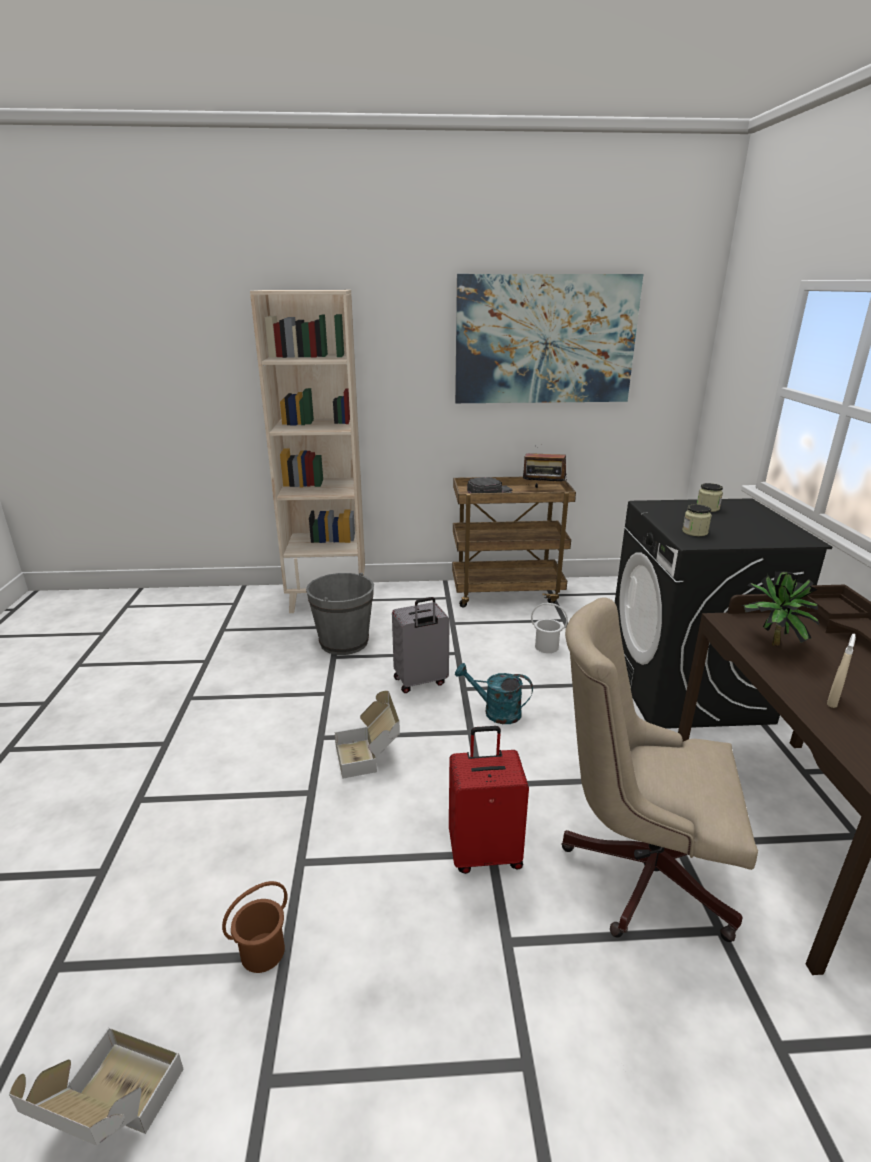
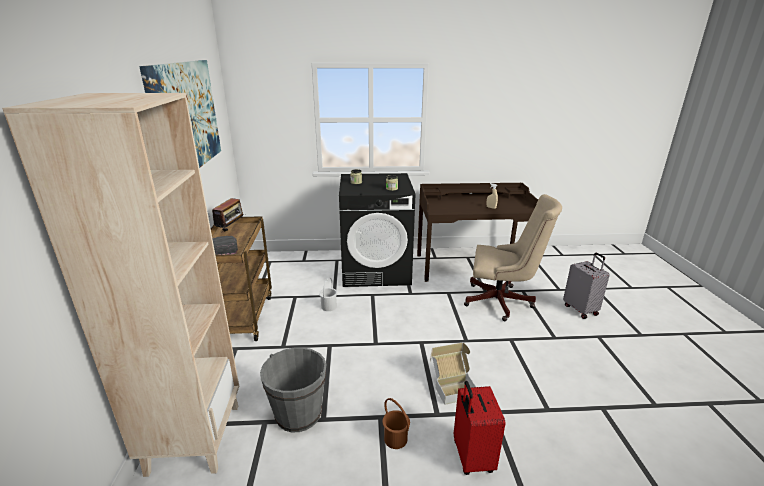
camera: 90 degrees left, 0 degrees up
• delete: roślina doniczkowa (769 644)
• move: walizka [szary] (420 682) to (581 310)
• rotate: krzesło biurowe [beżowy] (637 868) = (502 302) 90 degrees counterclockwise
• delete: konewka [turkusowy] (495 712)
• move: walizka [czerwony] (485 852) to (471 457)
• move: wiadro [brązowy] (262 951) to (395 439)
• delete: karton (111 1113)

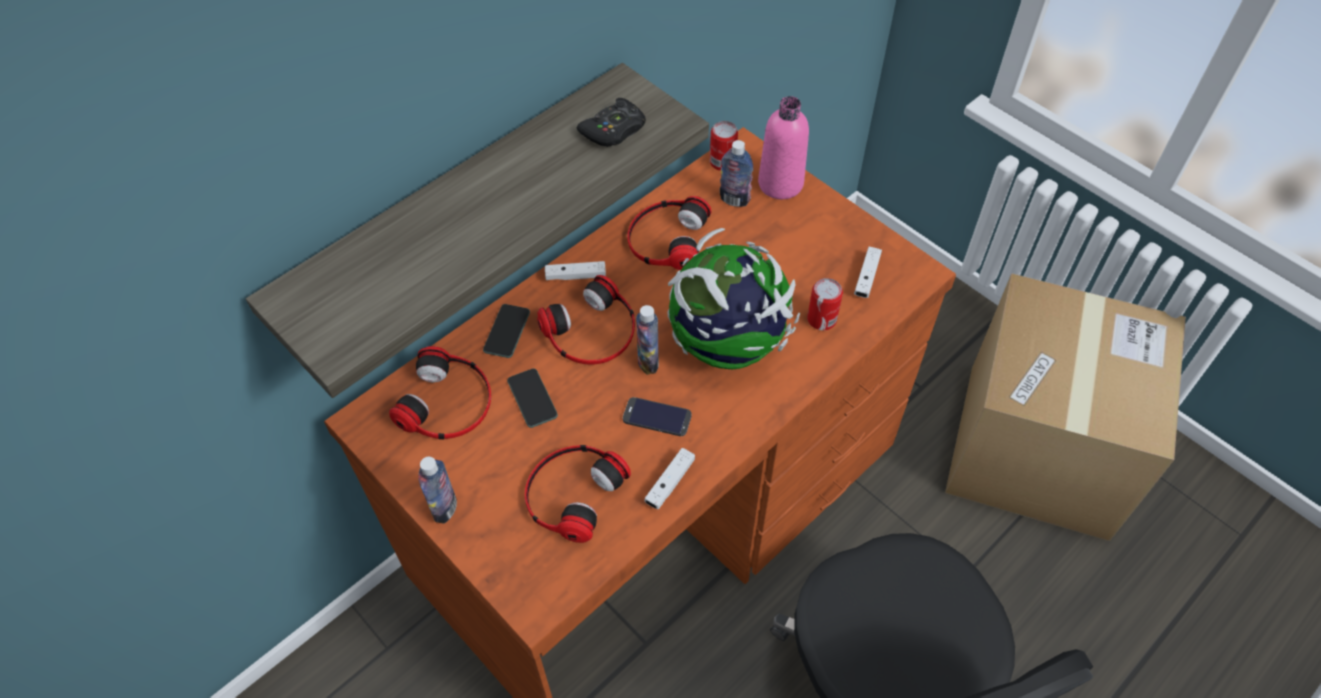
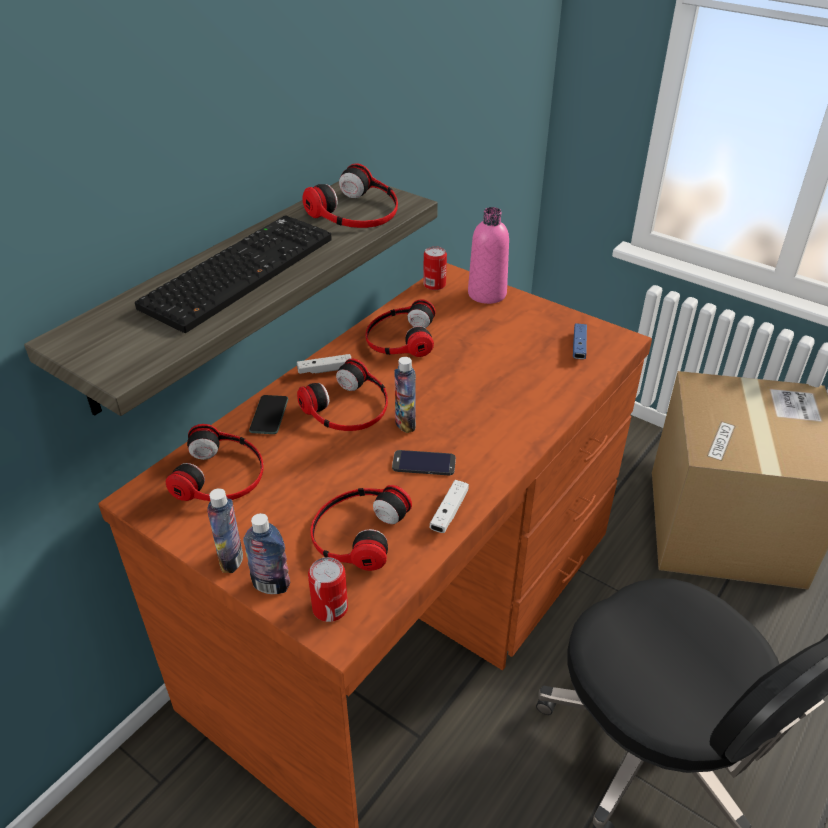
camera: 10 degrees left, 15 degrees down
• replace: pad do gier [czarny] (614 130) to słuchawki (356 211)
• move: butelka (734 200) to (271 585)
• delete: globus (728 344)
• recolor: pad do gier [biały] (866 277) to pad do gier [niebieski] (579 347)
• move: puszka (821 319) to (330 608)
• delete: telefon (532 398)
• insert: klawiatura (239 271)

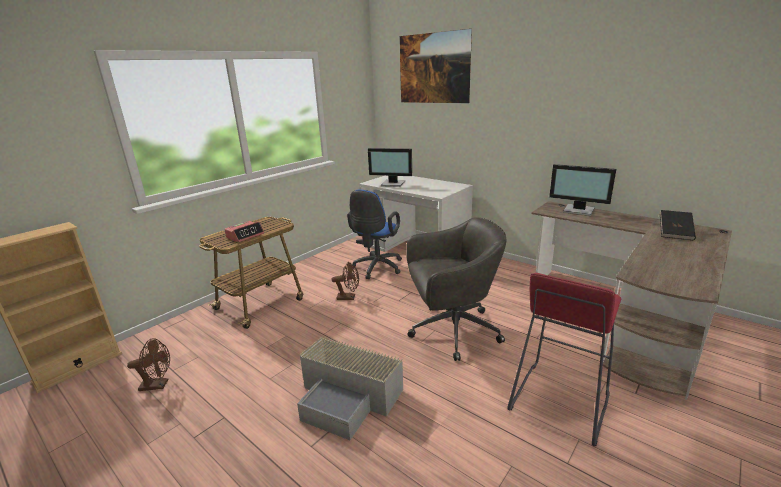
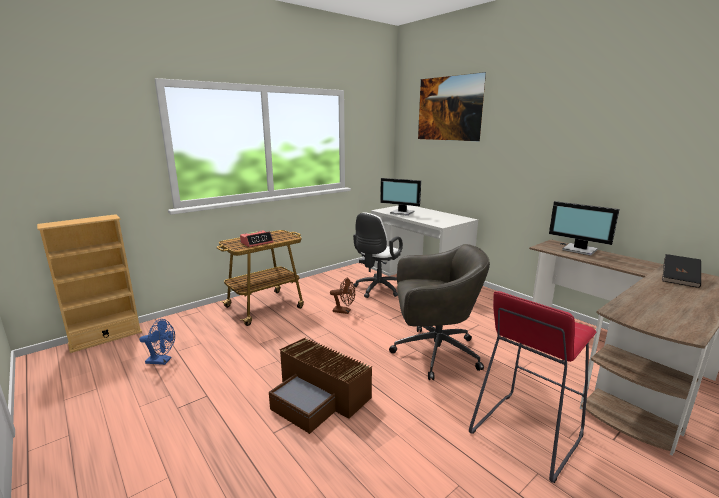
camera: 10 degrees right, 5 degrees down
• recolor: krzesło biurowe [niebieski] (376 268) to krzesło biurowe [biały] (377 289)
• recolor: pojemnik do przechowywania [szary] (349 397) to pojemnik do przechowywania [brązowy] (319 396)
• recolor: wentylator [brązowy] (158 385) to wentylator [niebieski] (162 361)

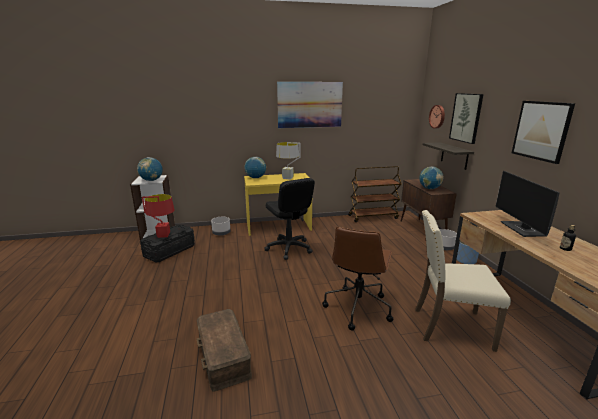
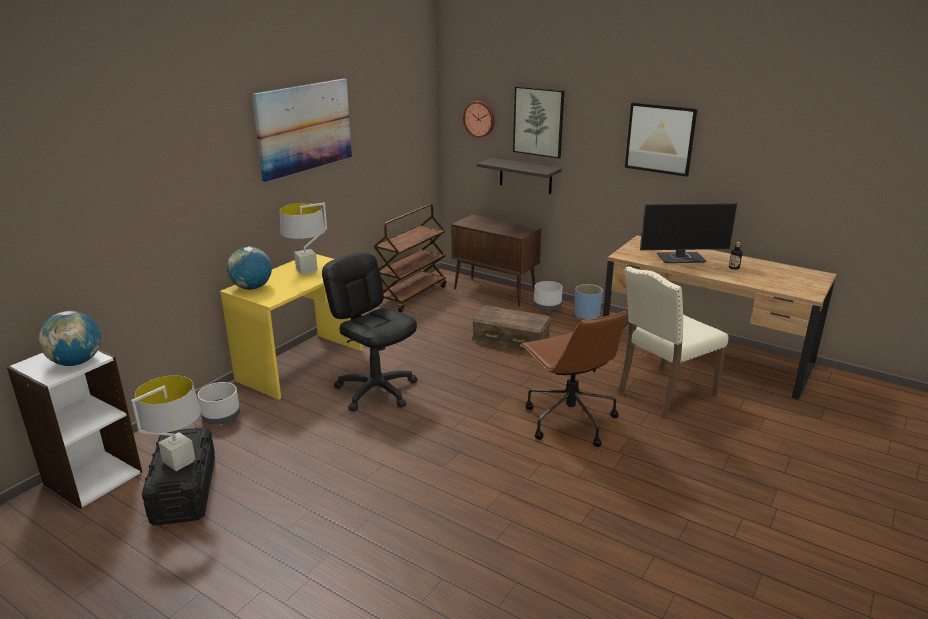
camera: 45 degrees left, 5 degrees up
• delete: globus (429 188)
• rotate: monitor (523 229) = (681 258) 45 degrees counterclockwise
• rotate: krzesło biurowe [czarny] (289 248) = (376 390) 150 degrees counterclockwise
• recolor: lampa stołowa [czerwony] (163 235) to lampa stołowa [szary] (179 462)
• move: pojemnik do przechowywania [brązowy] (224 356) to (511 339)

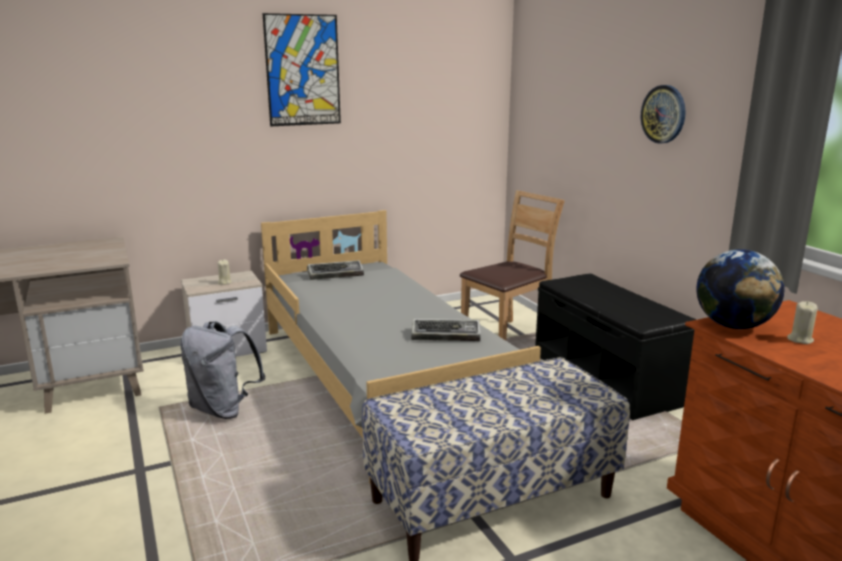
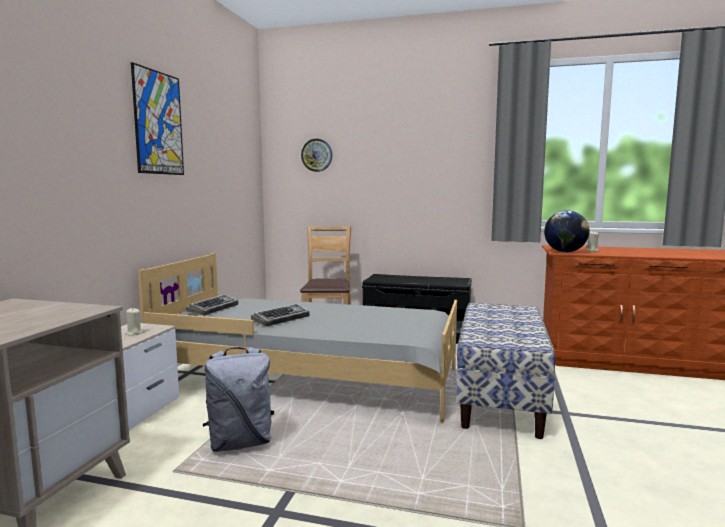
camera: 50 degrees left, 10 degrees down
• move: zegar ścienny (663 114) to (317 155)
• move: klawiatura (446 335) to (281 319)

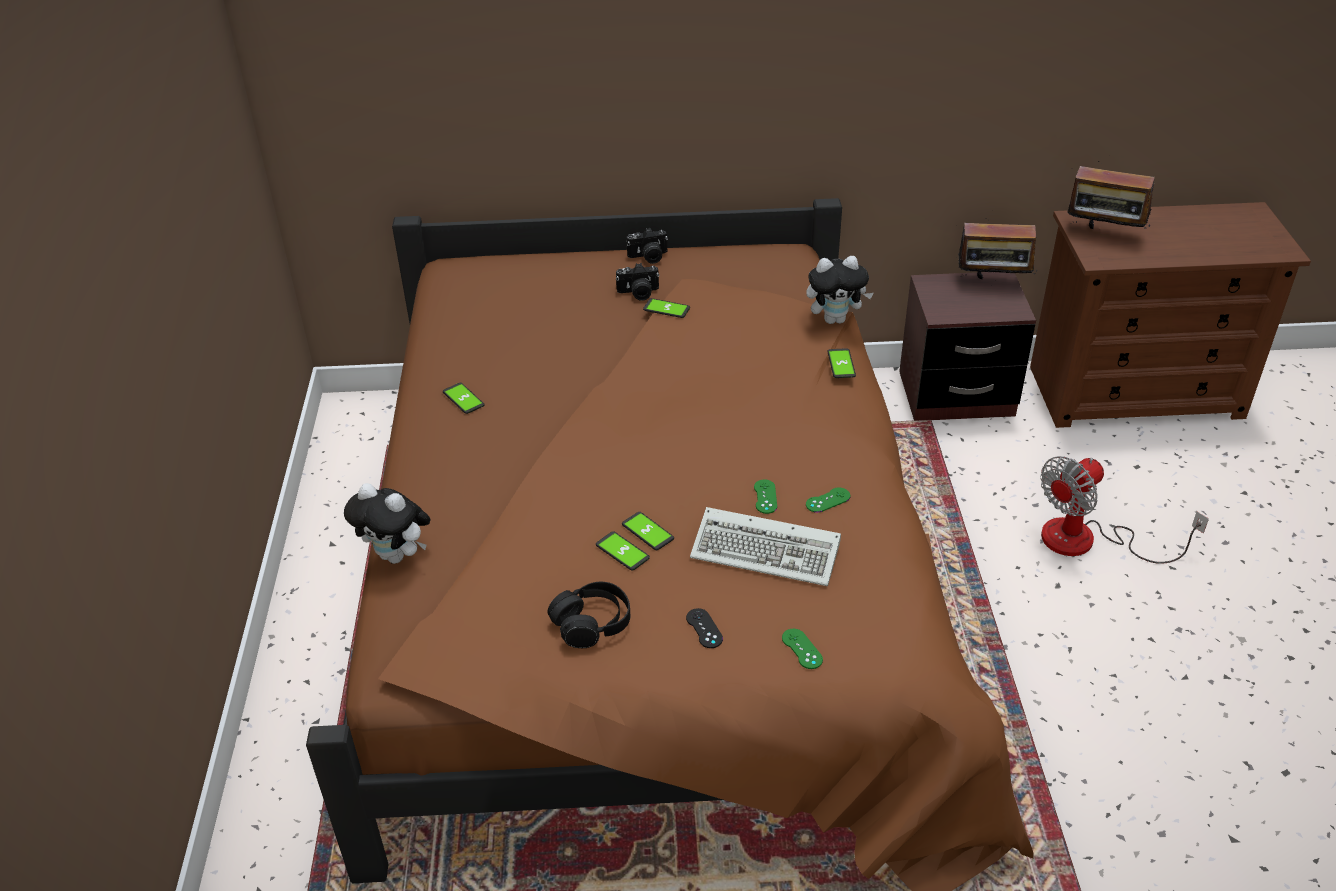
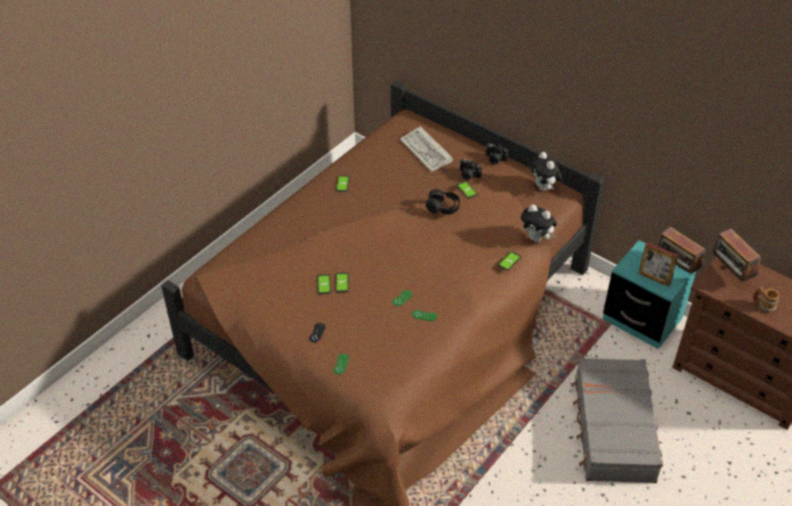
camera: 40 degrees right, 5 degrees up
• recolor: szafka nocna [brązowy] (956 394) to szafka nocna [turkusowy] (641 319)
• replace: wentylator (1087 541) to walizka [szary] (613 428)
• move: pluszak (397 556) to (544 188)
• move: klawiatura (769 551) to (427 152)
• move: słuchawki [czarny] (592 623) to (443 207)
• insert: ramka na zdjęcie (654 278)
• insert: kubek (763 305)

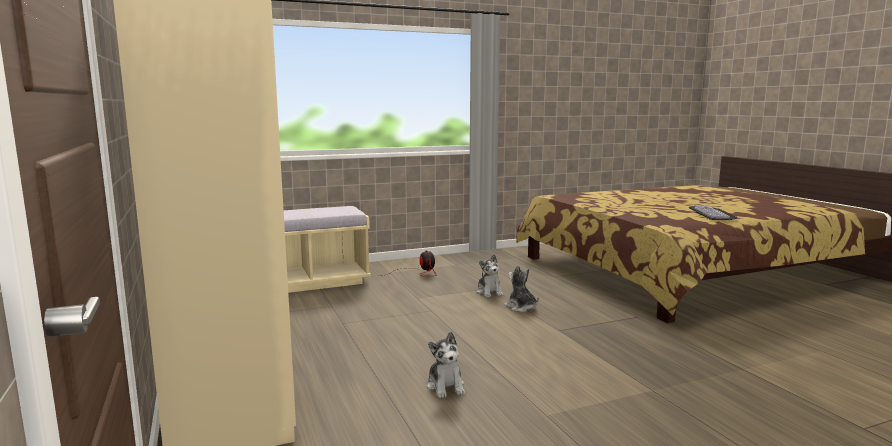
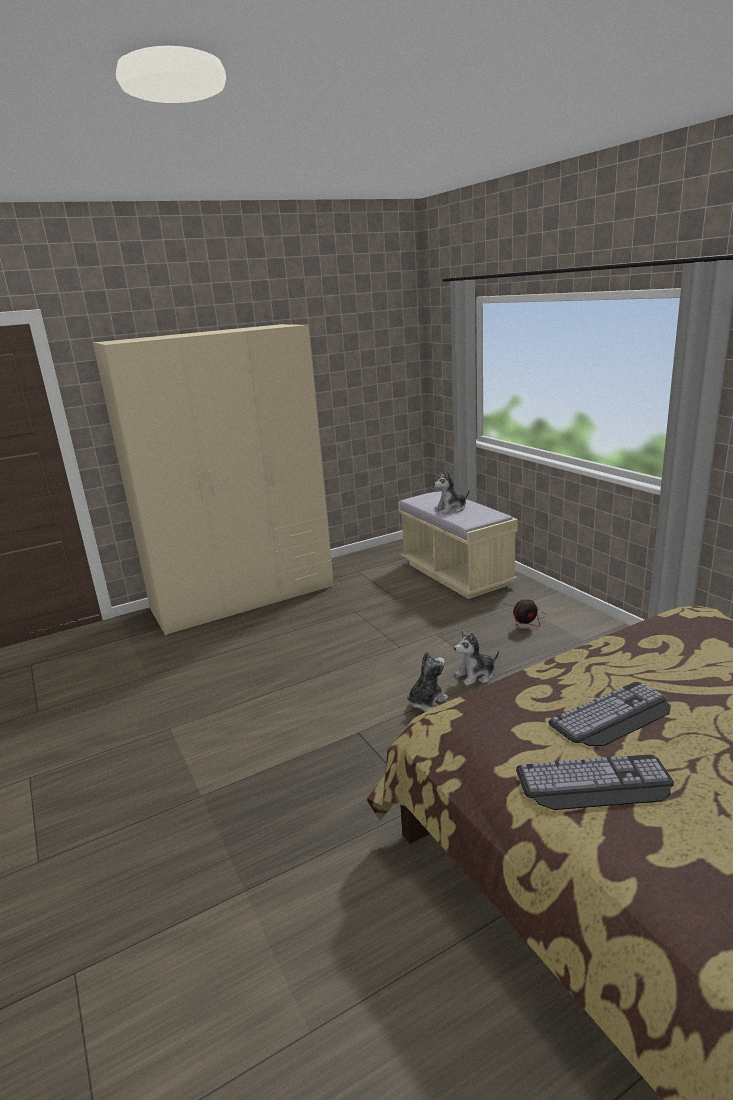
camera: 85 degrees right, 10 degrees up
• move: pluszak (445 386) to (451 509)
• insert: klawiatura (614 716)

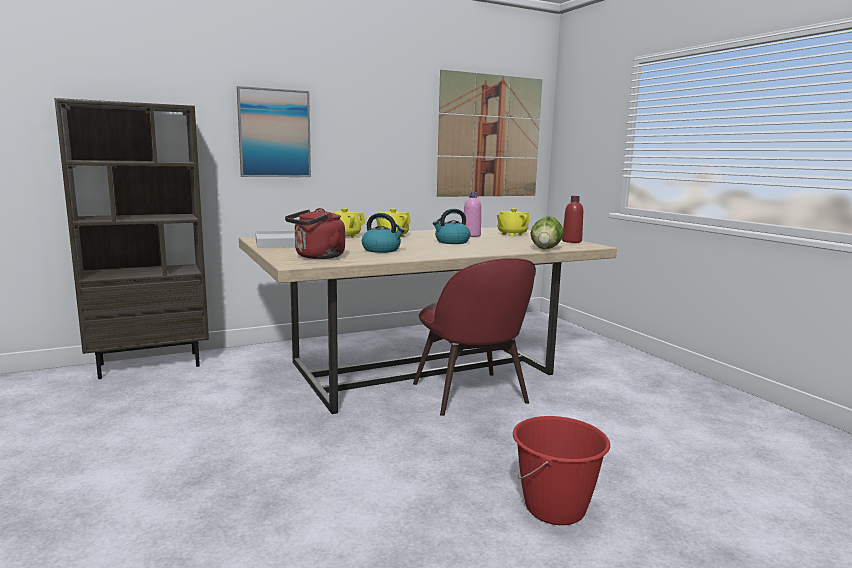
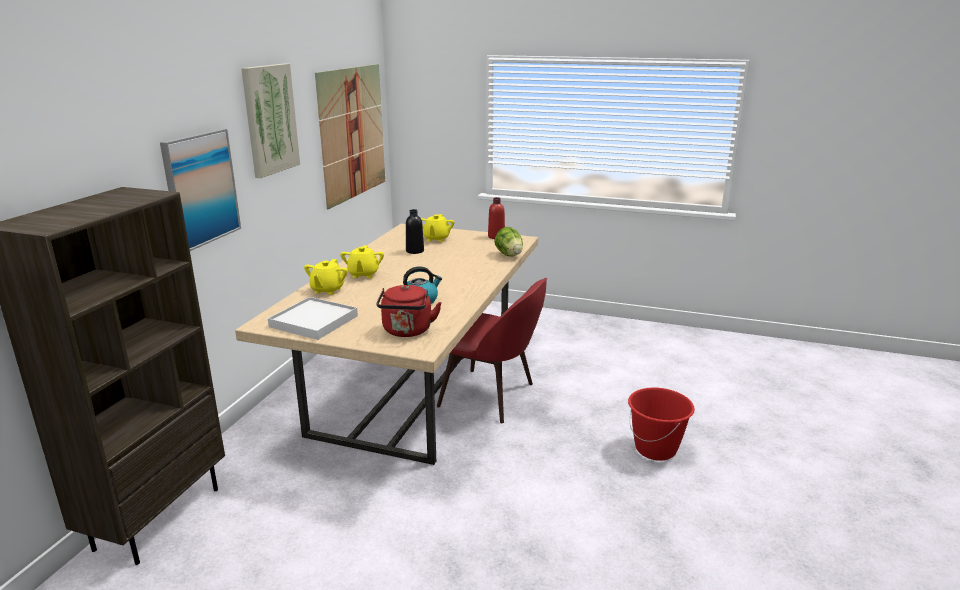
camera: 45 degrees left, 10 degrees up
• recolor: butelka [różowy] (471 235) to butelka [czarny] (415 251)
• delete: czajnik (451 242)
• insert: obraz (270 119)

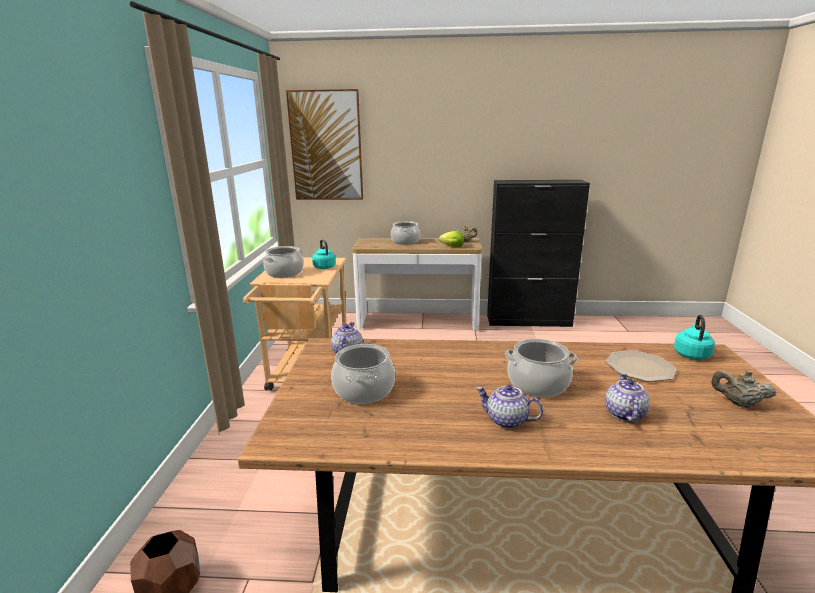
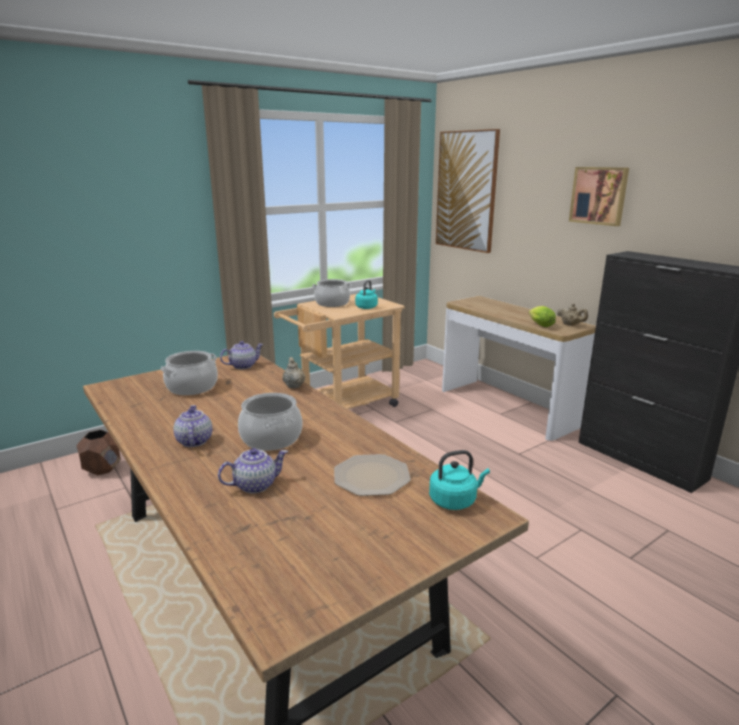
camera: 50 degrees right, 0 degrees up
• delete: garnek (405 241)
• move: imbryk [beżowy] (738 403) to (294 386)
• insert: obraz (599 195)

